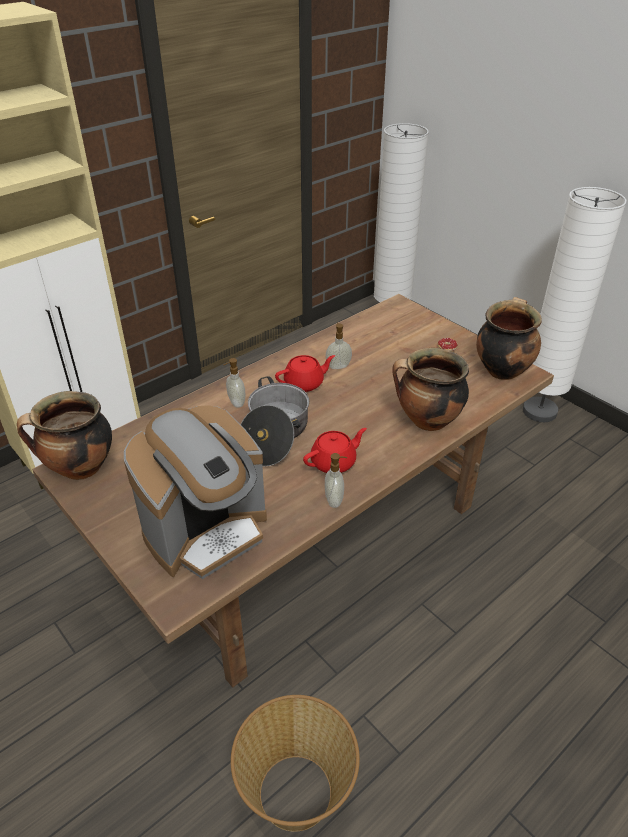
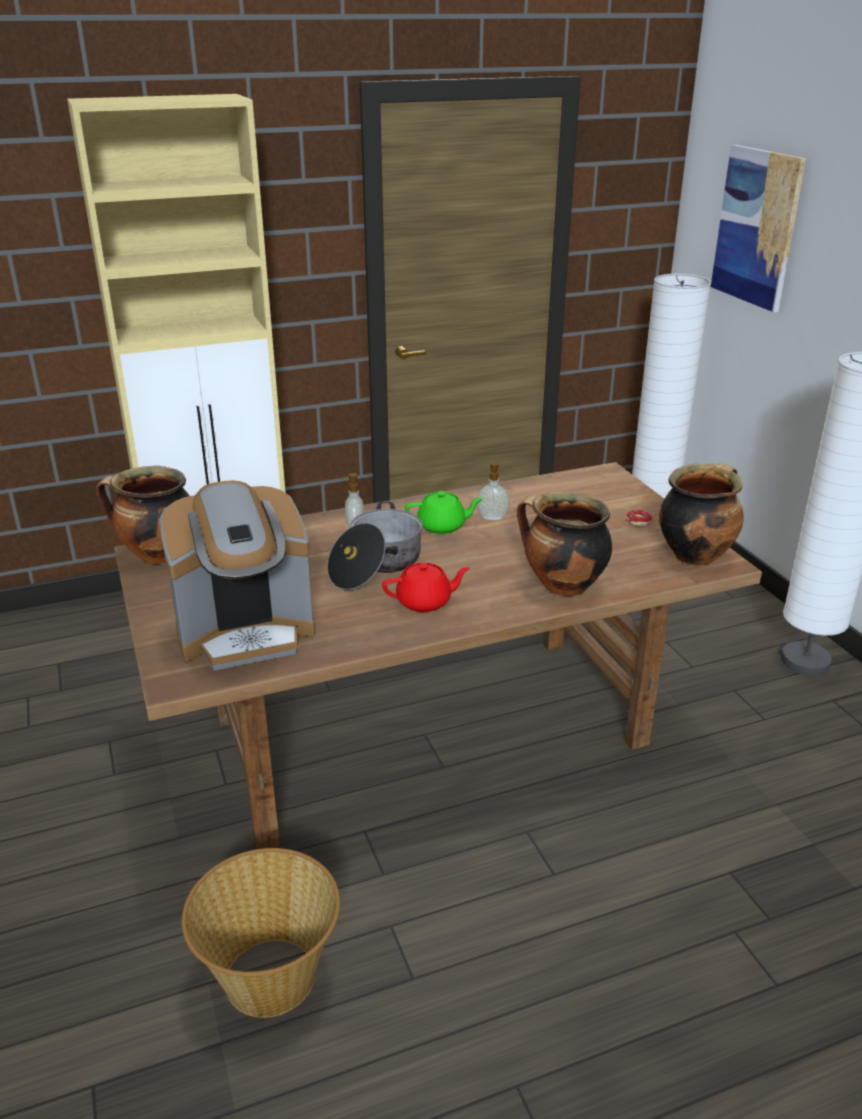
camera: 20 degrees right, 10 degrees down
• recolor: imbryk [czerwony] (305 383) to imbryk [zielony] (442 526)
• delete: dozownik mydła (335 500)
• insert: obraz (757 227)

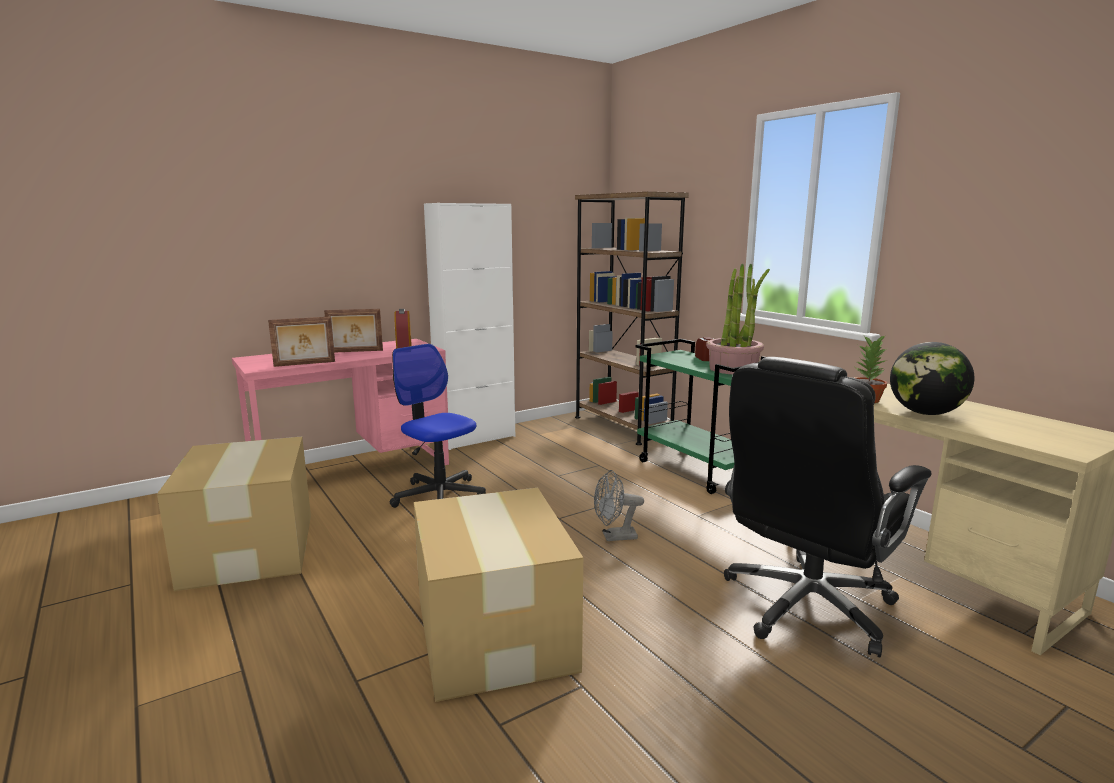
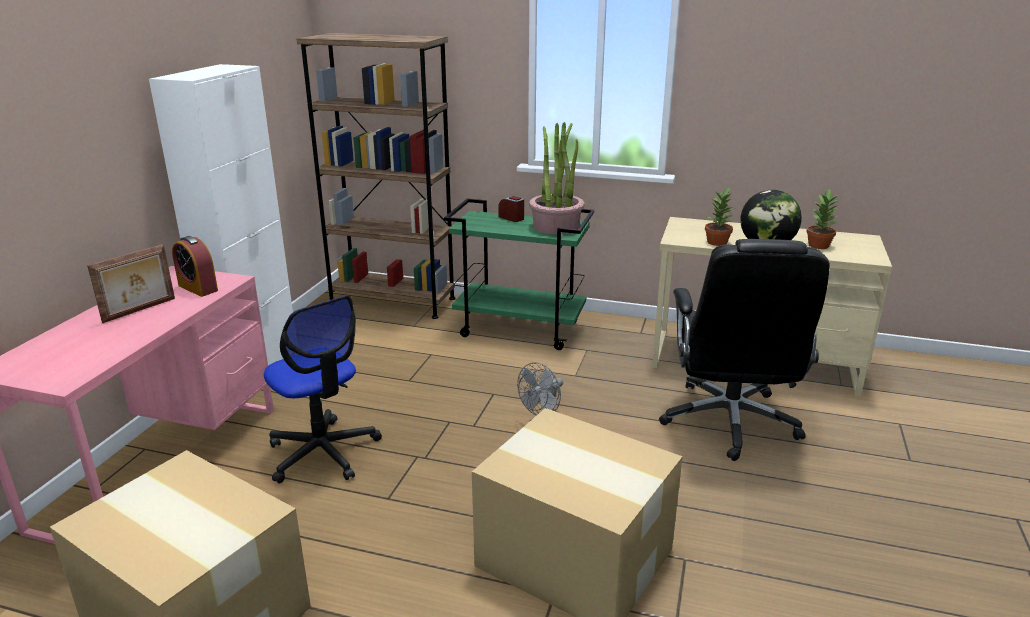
camera: 40 degrees left, 10 degrees up
• delete: ramka na zdjęcie (304 364)
• rotate: krzesło biurowe (439 496) = (323 452) 135 degrees counterclockwise
• insert: roślina doniczkowa (819 245)

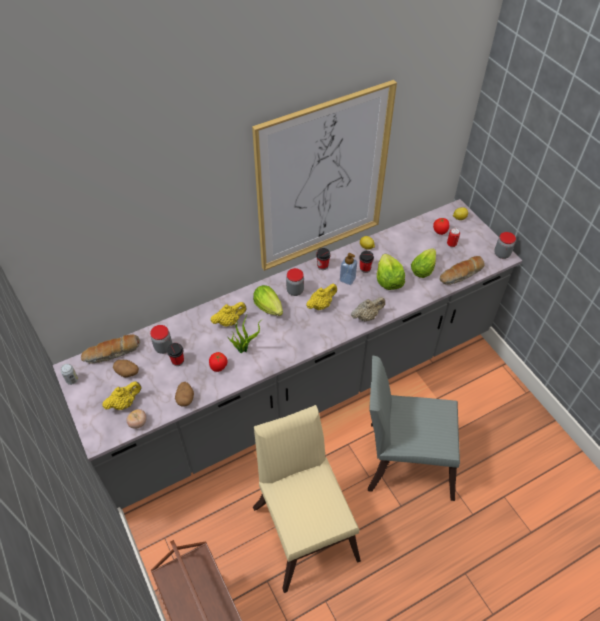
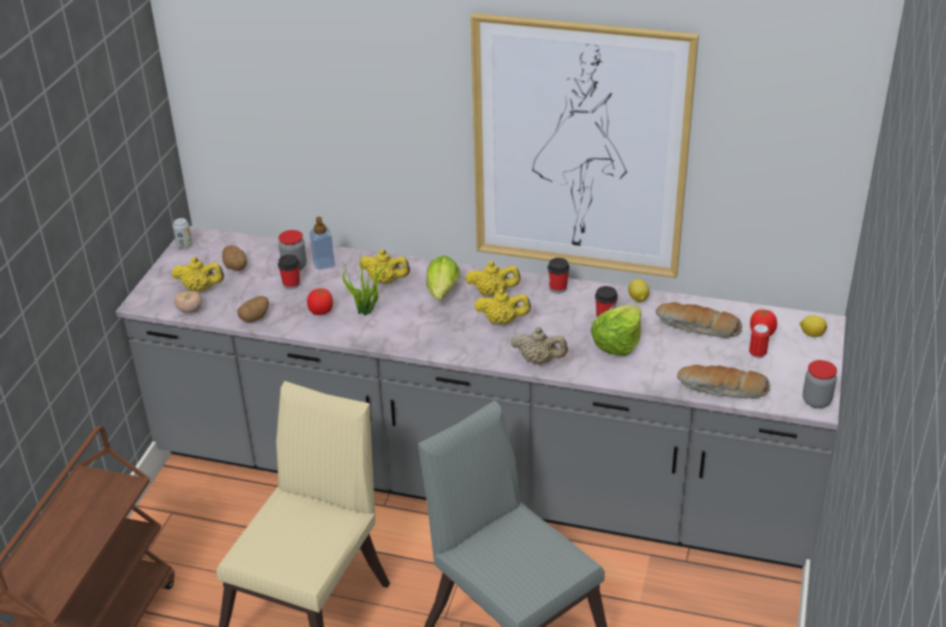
camera: 45 degrees right, 15 degrees down
• delete: sałata (424 268)
• move: dozownik mydła (347 279) to (324 263)
• replace: słoik (295 290) to imbryk [żółty] (493 293)
• move: chleb (112 353) to (697 328)

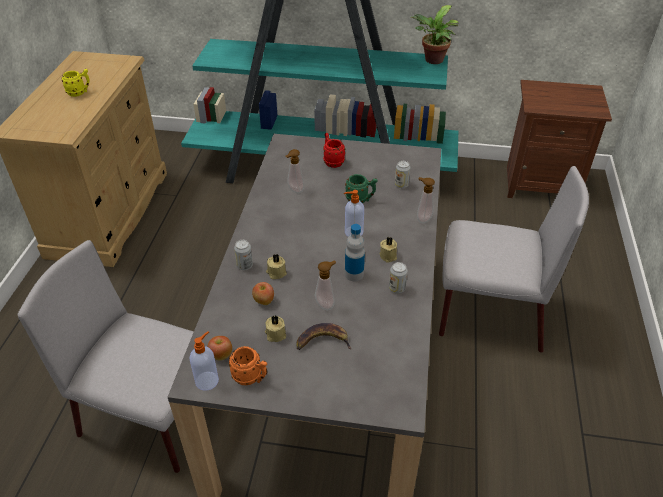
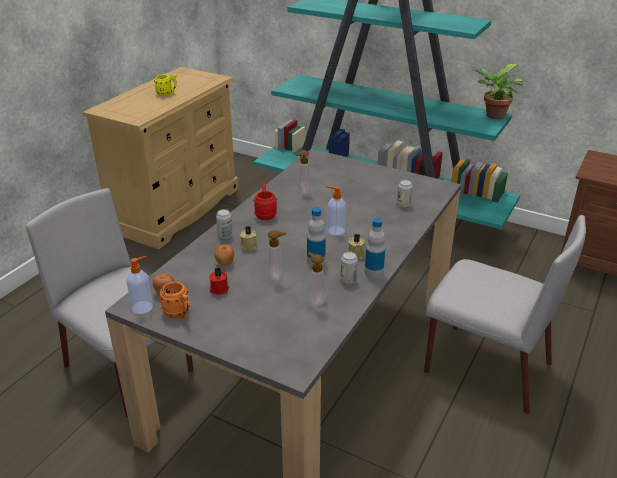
camera: 20 degrees right, 10 degrees down
• move: kubek [czerwony] (332 161) to (265 214)
• delete: kubek [zielony] (360 200)
• move: dozownik mydła (422 219) to (315 302)
• recolor: świeca [beżowy] (275 334) to świeca [czerwony] (219 289)
• delete: banan (323 341)
• insert: butelka (374 273)

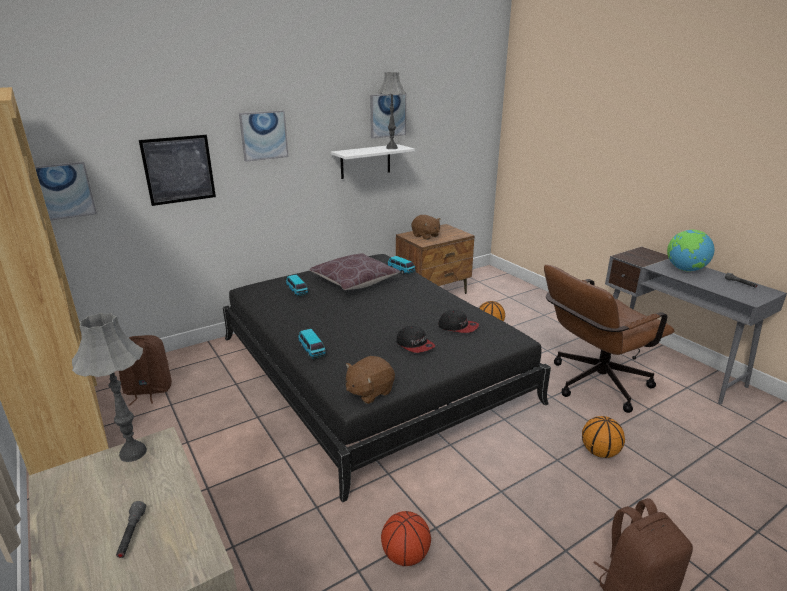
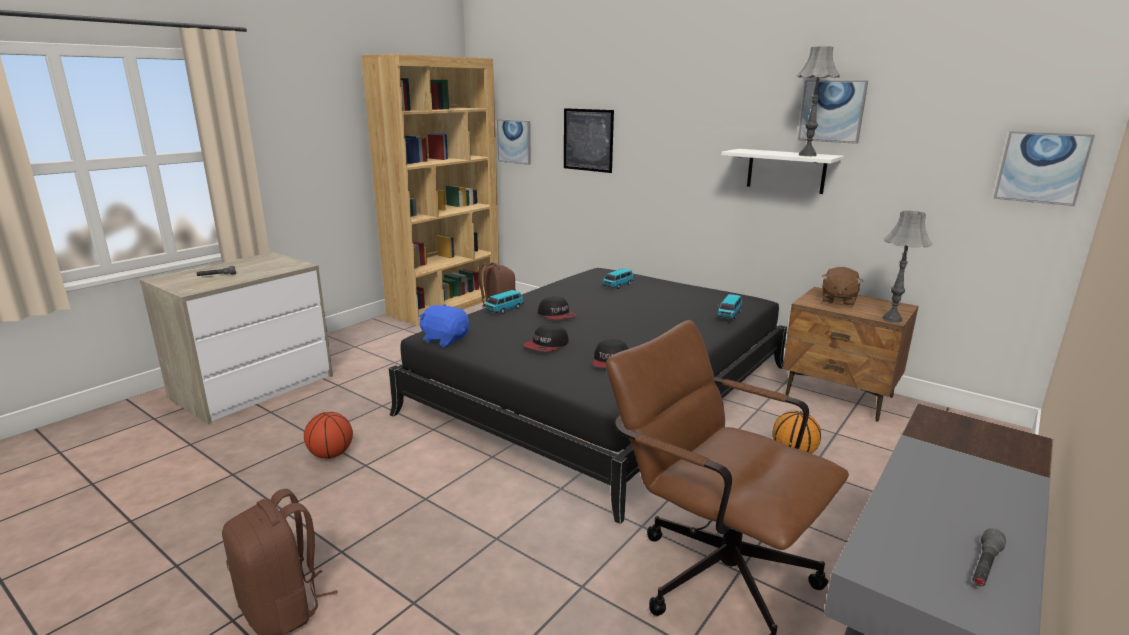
camera: 70 degrees right, 5 degrees down
• move: obraz (263 135) to (1041 167)
• delete: globus (685 270)
• delete: poduszka [brązowy] (354 281)
• move: lampa stołowa [szary] (133 452) to (892 319)
• recolor: pluszak [brązowy] (369 392) to pluszak [niebieski] (445 340)
• delete: piłka do koszykówki (600 452)
• insert: czapka z daszkiem (556 315)

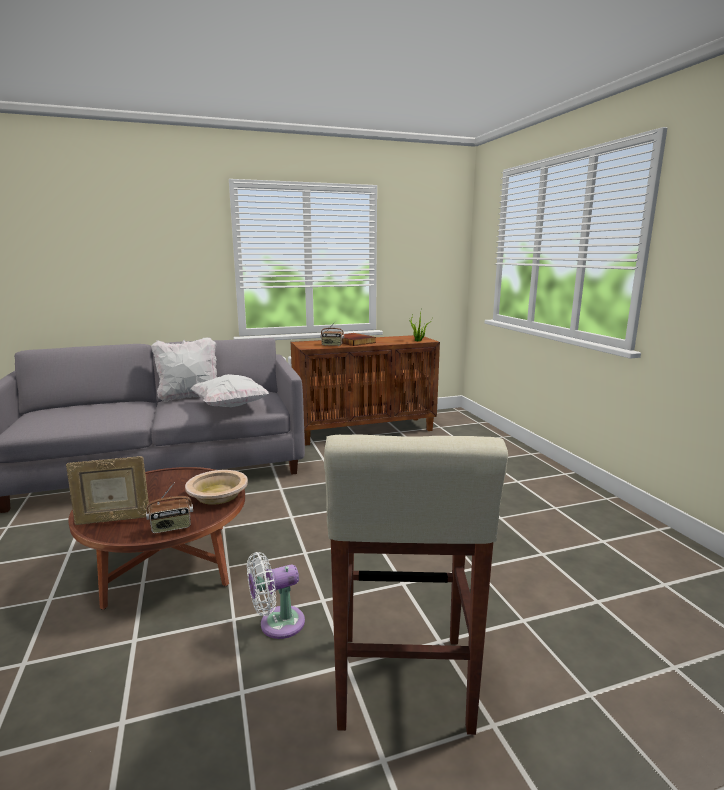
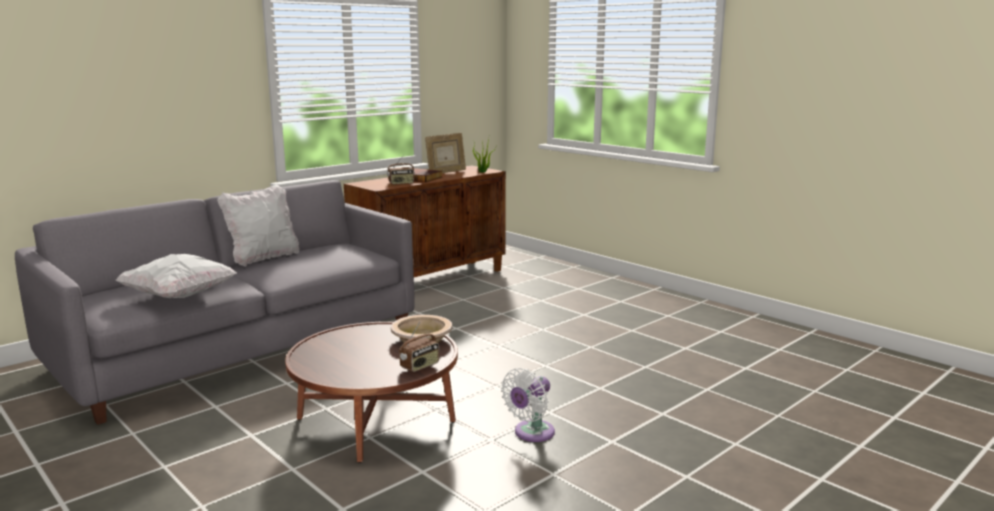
camera: 25 degrees left, 0 degrees up
• move: poduszka [biały] (231 406) to (180 296)
• delete: stołek [beżowy] (402 683)
• move: ramka na zdjęcie (113 519) to (446 172)

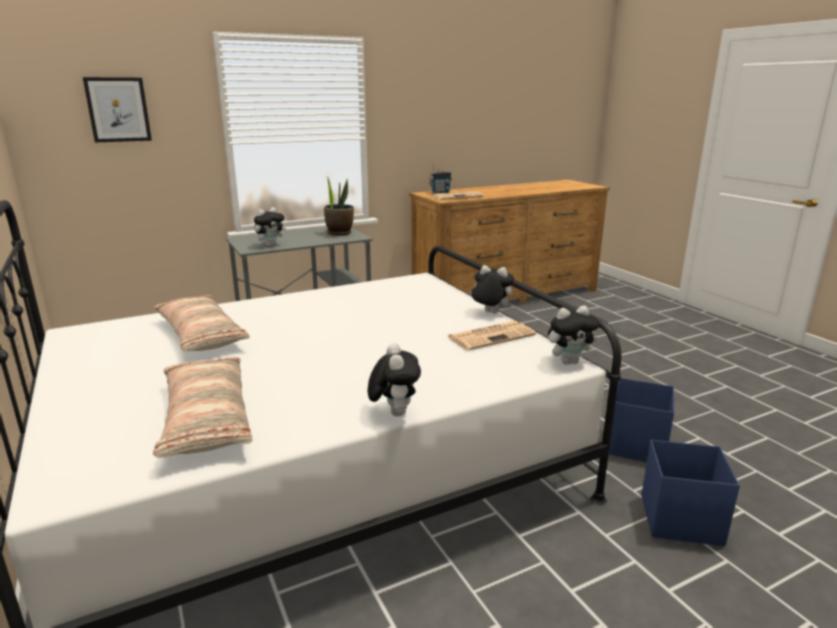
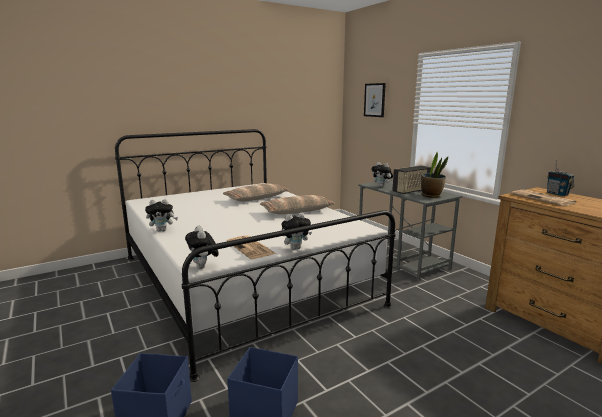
camera: 85 degrees right, 5 degrees down
• rotate: pluszak (490 313) = (295 248) 45 degrees clockwise
• move: poduszka (206 419) to (297 211)
• insert: radio (412 191)

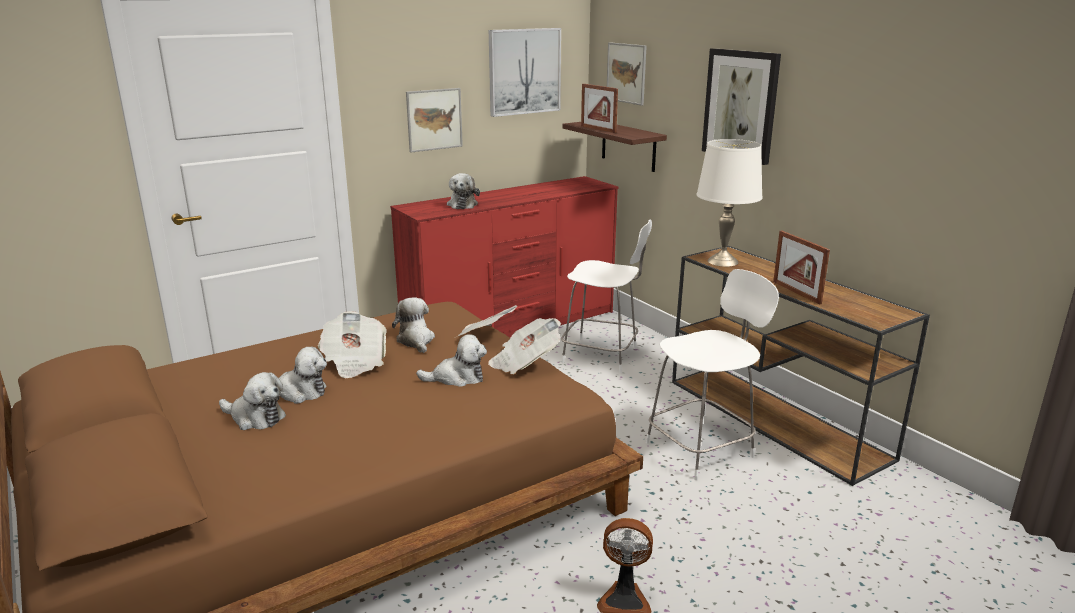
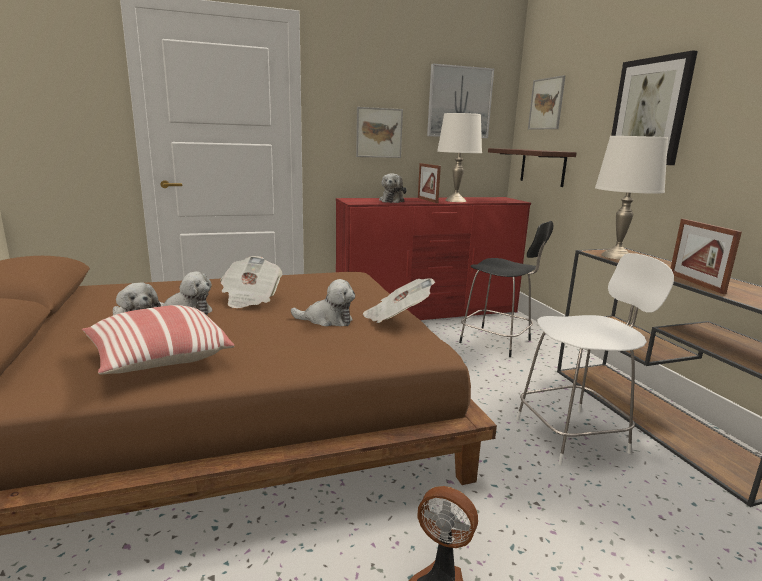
camera: 15 degrees right, 5 degrees down
• move: ramka na zdjęcie (598 129) to (427 200)
• recolor: krzesło [biały] (602 356) to krzesło [czarny] (498 342)
• delete: pluszak (416 340)
• delete: gazeta (486 337)
• insert: lampa stołowa [biały] (455 200)
• insert: poduszka (158 359)

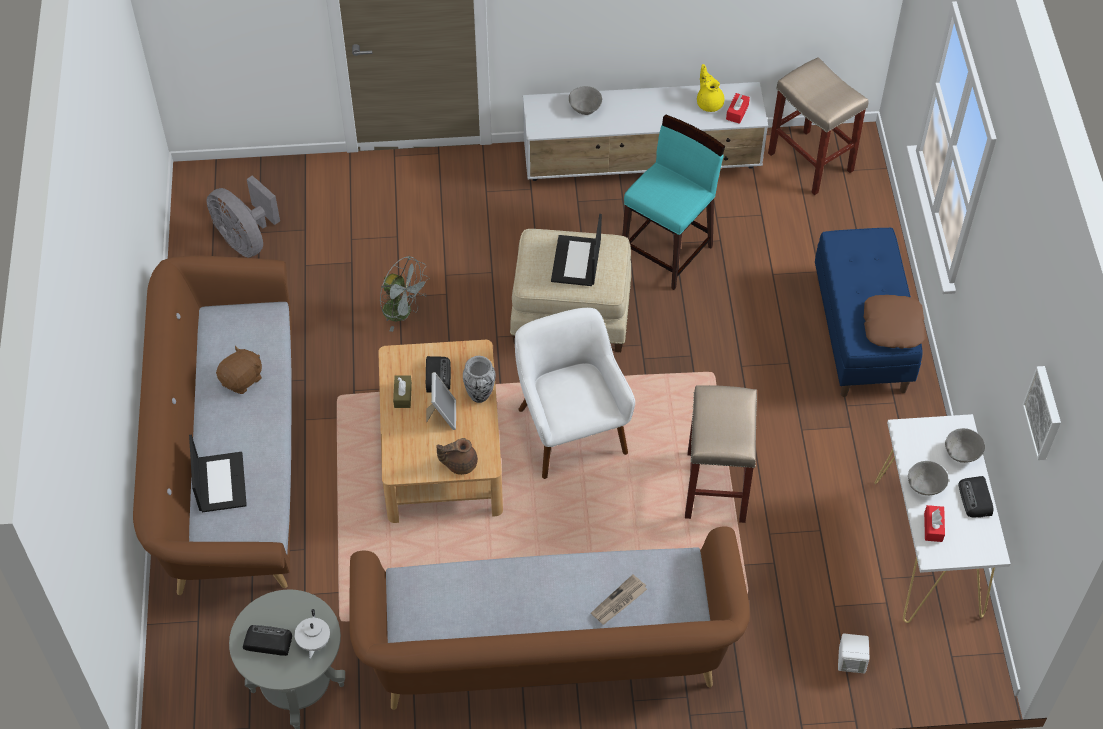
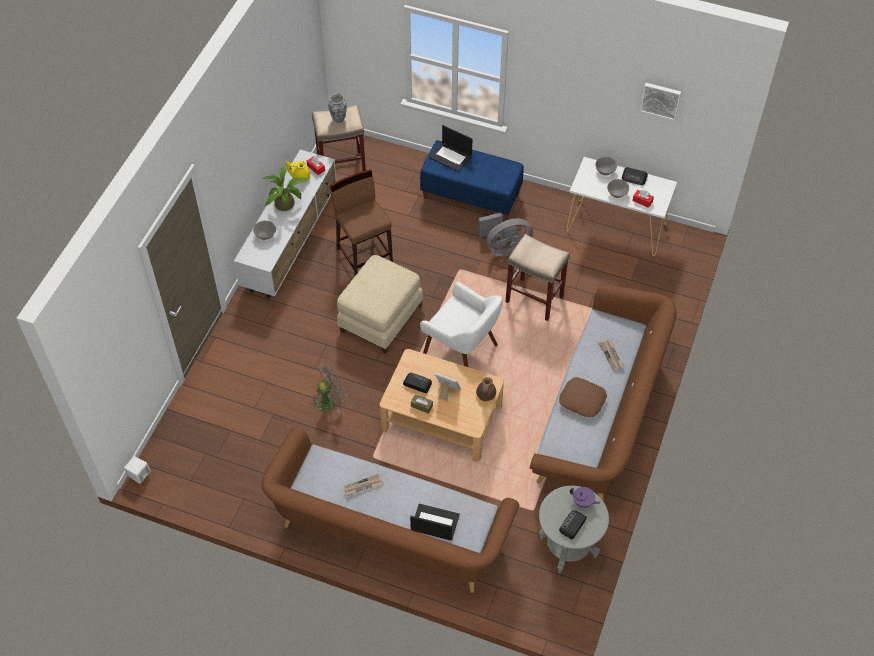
camera: 65 degrees left, 0 degrees up
• recolor: stołek [turkusowy] (668 252) to stołek [brązowy] (365 255)
• move: wentylator [szary] (246 239) to (504 248)
• move: laptop (576 262) to (451 157)
• move: poduszka [brązowy] (892 326) to (582 400)
• rotate: fotel [biały] (570 430) = (462 349) 150 degrees counterclockwise
• replace: pluszak [brązowy] (242 379) to gazeta (363 486)
• move: wazon (480 395) to (338 118)
• recolor: imbryk [biały] (313 642) to imbryk [fioletowy] (583 502)
• move: głośnik [biały] (851 662) to (139 475)
• insert: roślina doniczkowa (287 204)

